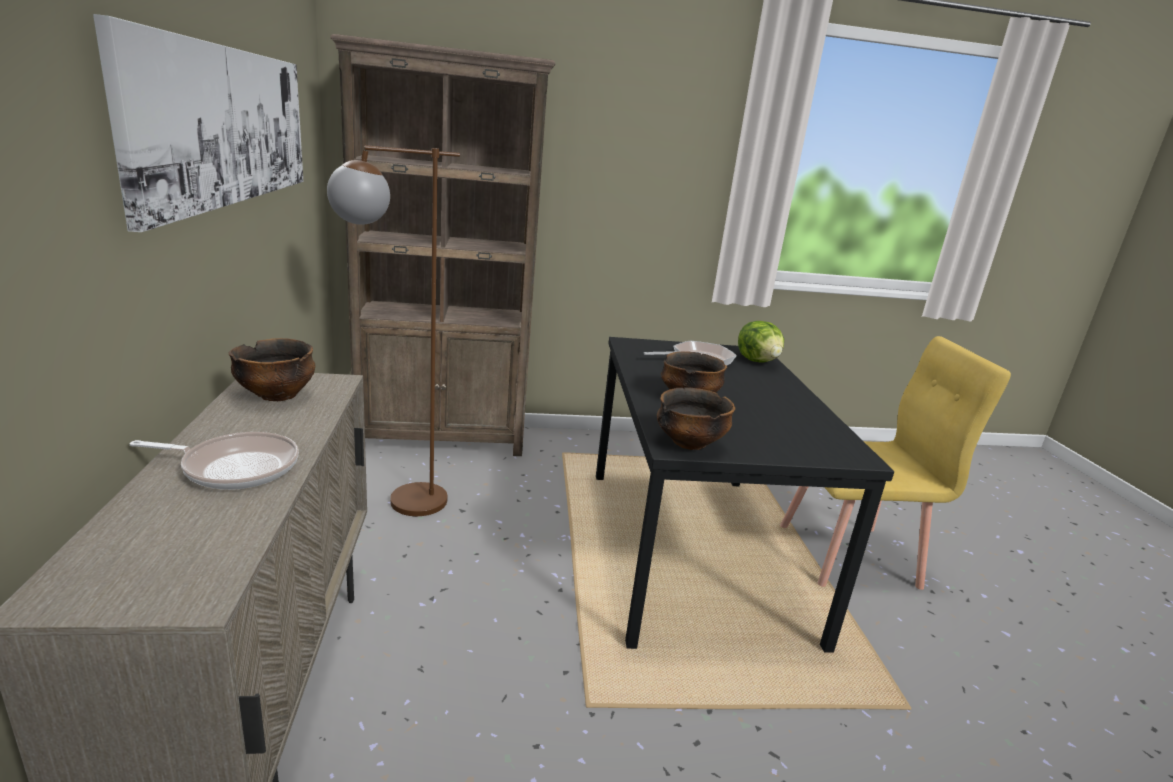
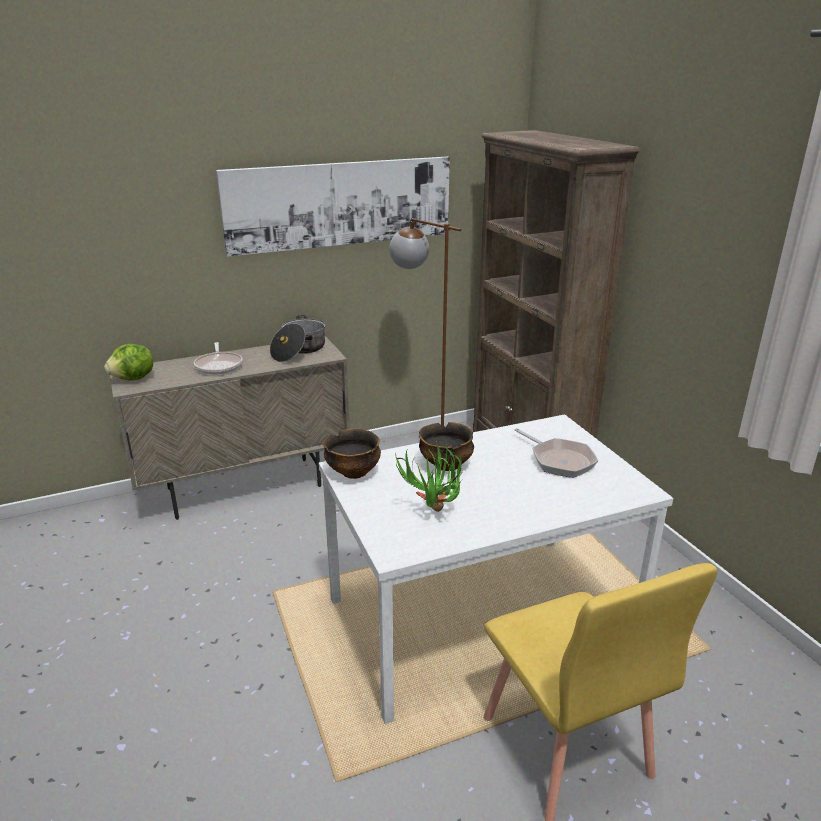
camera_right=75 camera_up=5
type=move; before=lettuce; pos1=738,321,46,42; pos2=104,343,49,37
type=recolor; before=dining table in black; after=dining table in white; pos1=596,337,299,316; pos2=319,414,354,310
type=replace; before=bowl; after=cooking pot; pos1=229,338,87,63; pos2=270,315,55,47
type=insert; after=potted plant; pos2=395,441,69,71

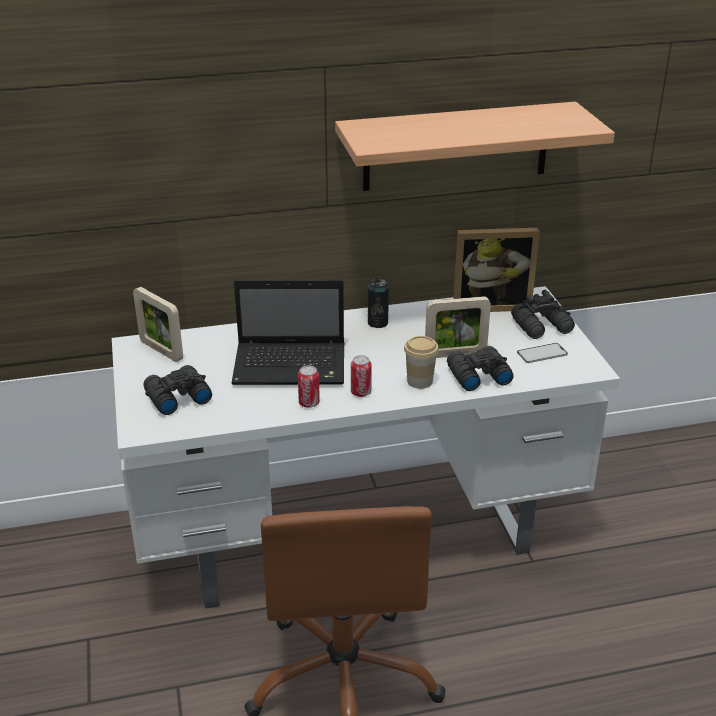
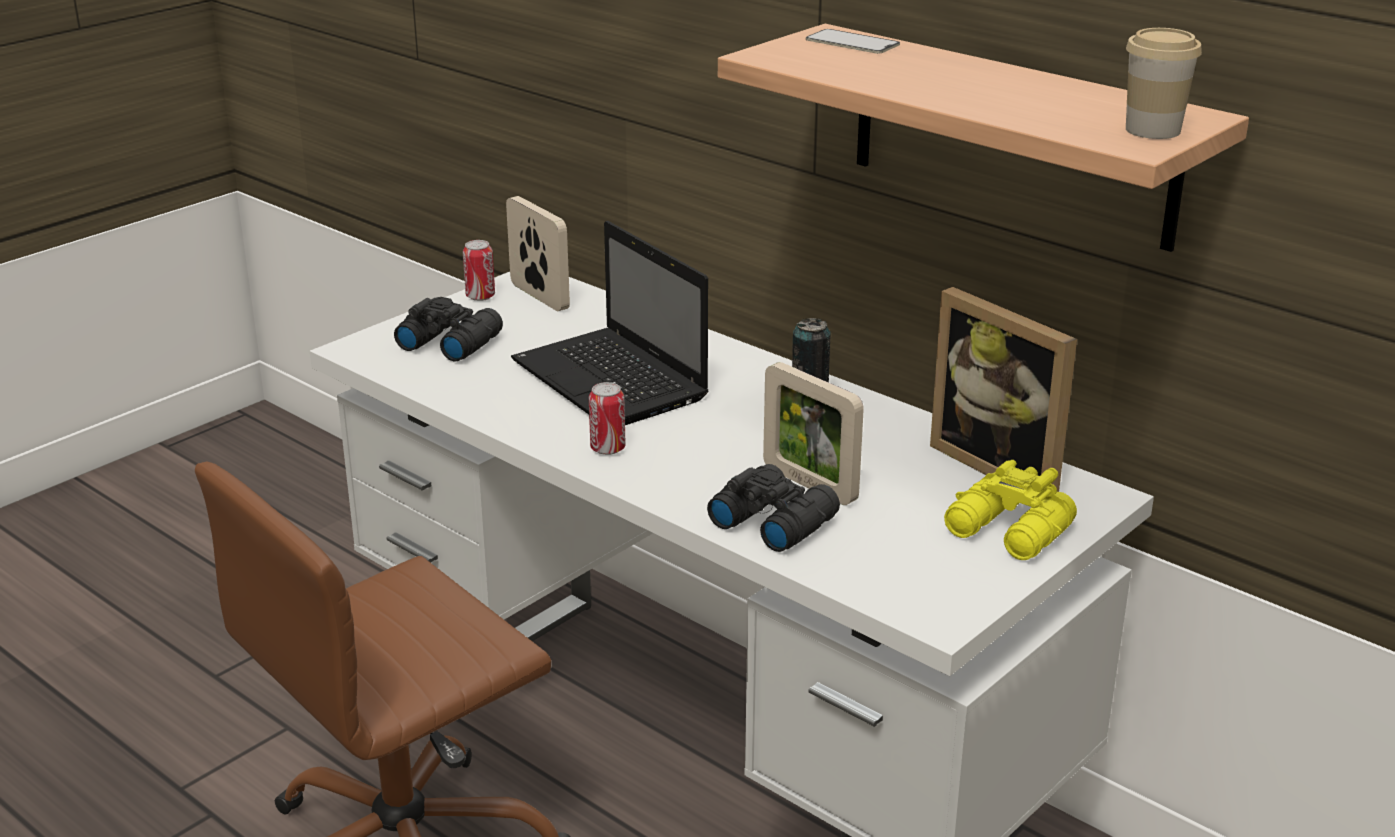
camera_right=55 camera_up=-5
type=rotate; before=picture frame; pos1=133,287,50,75; pos2=506,196,64,115; turn=135
type=recolor; before=binoculars in black; after=binoculars in yellow; pos1=511,290,64,49; pos2=944,460,133,100
type=move; before=cup; pos1=404,336,35,53; pos2=1126,28,76,111
type=move; before=phone; pos1=517,343,51,20; pos2=806,29,94,25
type=move; before=can; pos1=298,366,22,42; pos2=463,240,32,61

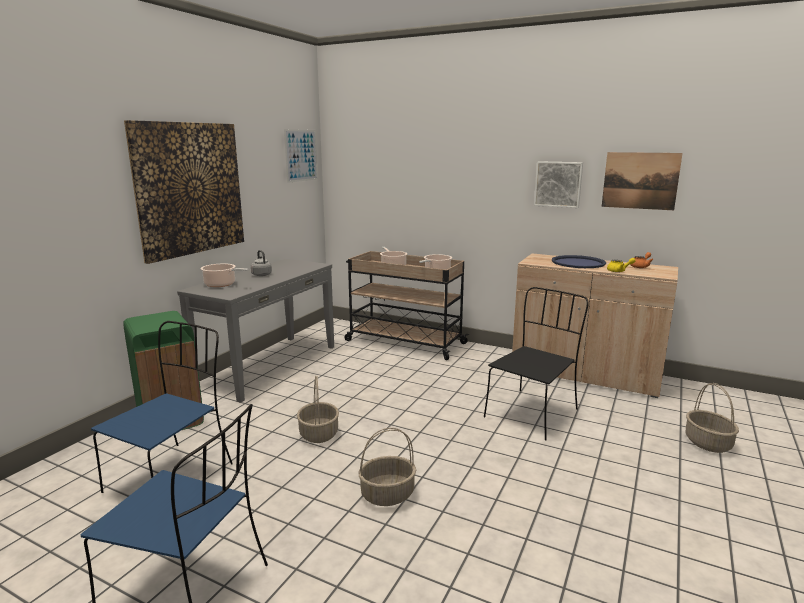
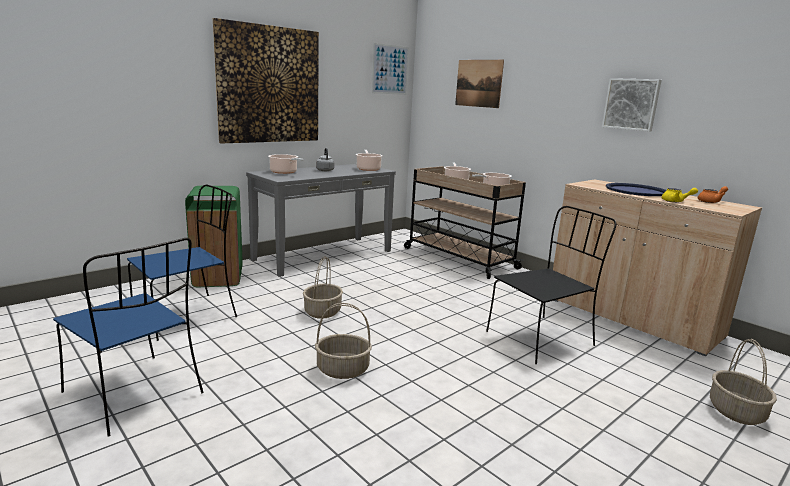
camera_right=20 camera_up=0
type=move; before=picture; pos1=602,152,81,58; pos2=455,60,49,48
type=insert; after=cooking pot; pos2=356,150,27,21

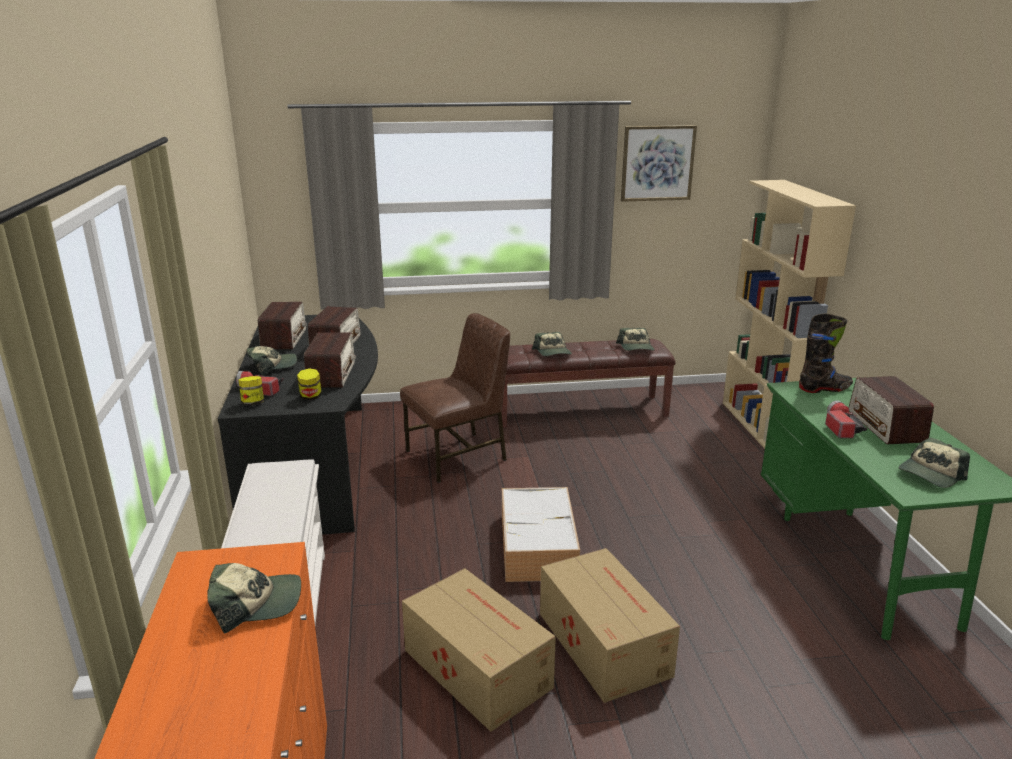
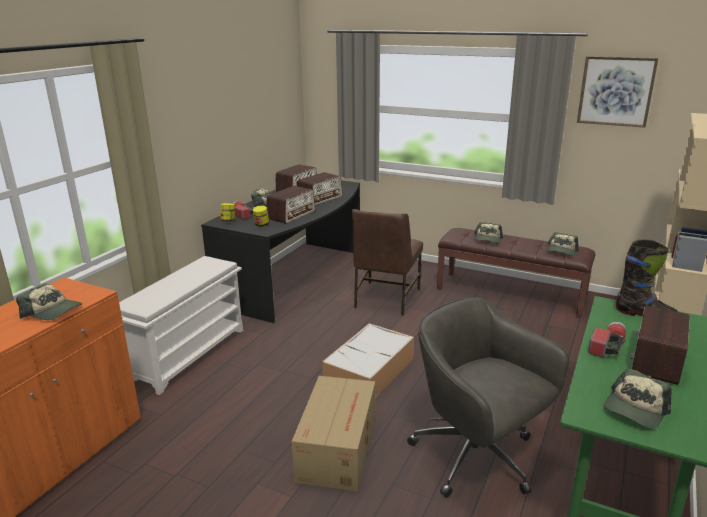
camera_right=35 camera_up=0
type=rotate; before=chair in brown; pos1=400,313,110,170; pos2=352,209,71,106; turn=105
type=rotate; before=cap; pos1=899,438,71,50; pos2=604,369,68,60; turn=-45
type=delete; before=cardboard box; pos1=402,568,154,164
type=insert; after=office chair in grey; pos2=407,297,162,201

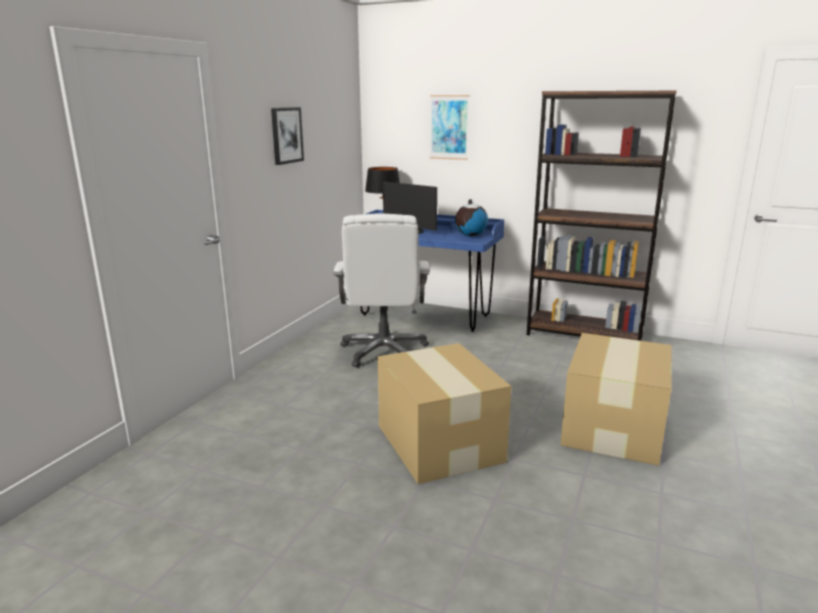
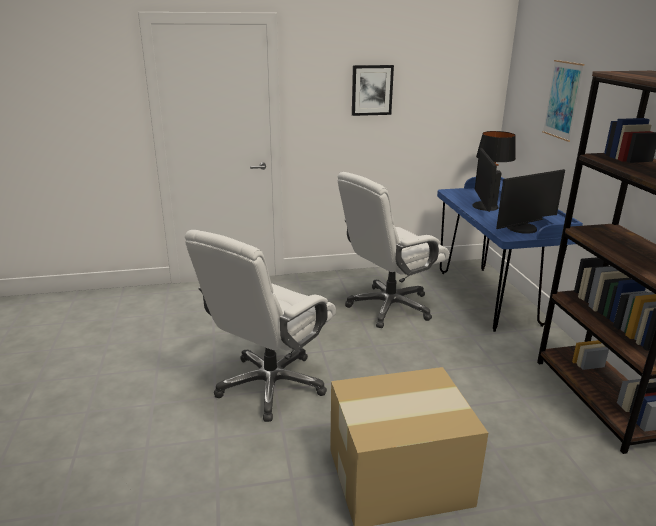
camera_right=55 camera_up=5
type=replace; before=globe; after=monitor; pos1=455,199,33,38; pos2=496,169,69,65
type=replace; before=cardboard box; after=office chair in white; pos1=378,343,133,141; pos2=185,230,151,192

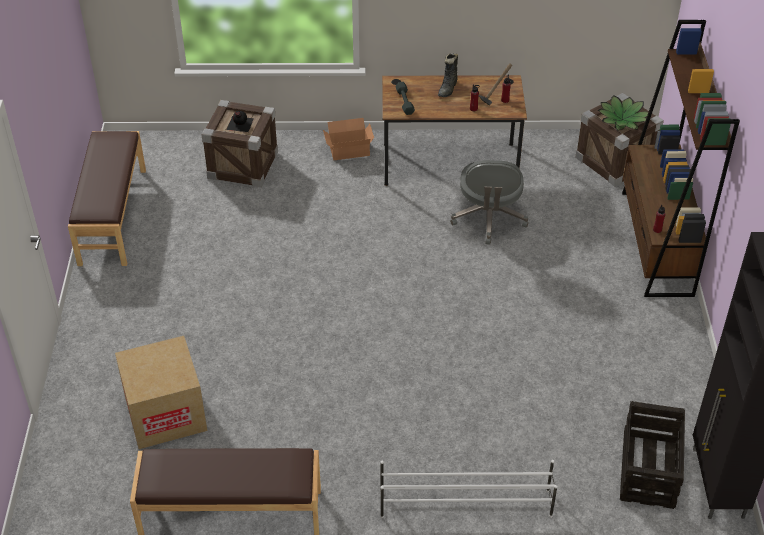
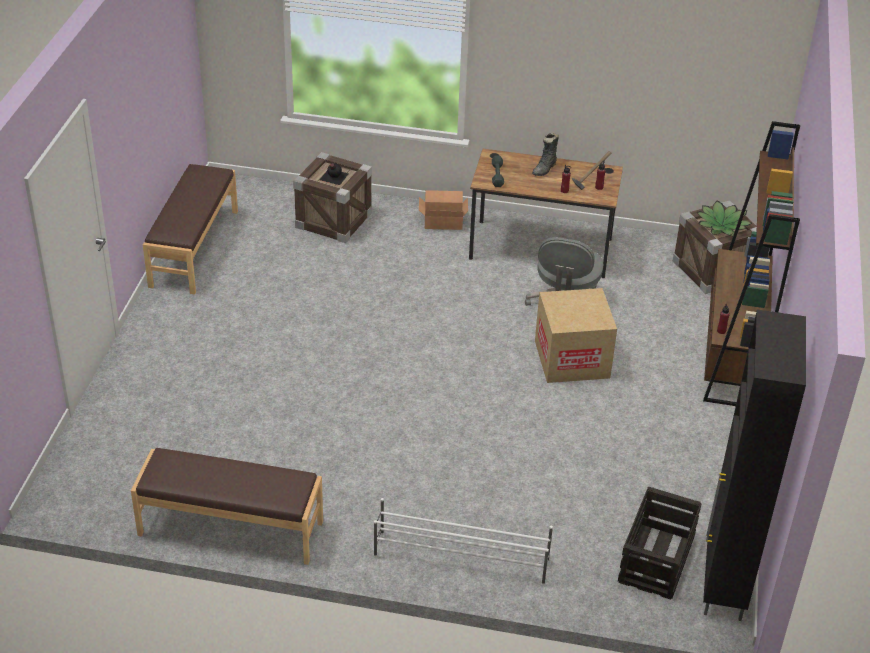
camera_right=10 camera_up=-5
type=move; before=cardboard box; pos1=115,336,92,113; pos2=535,288,82,95

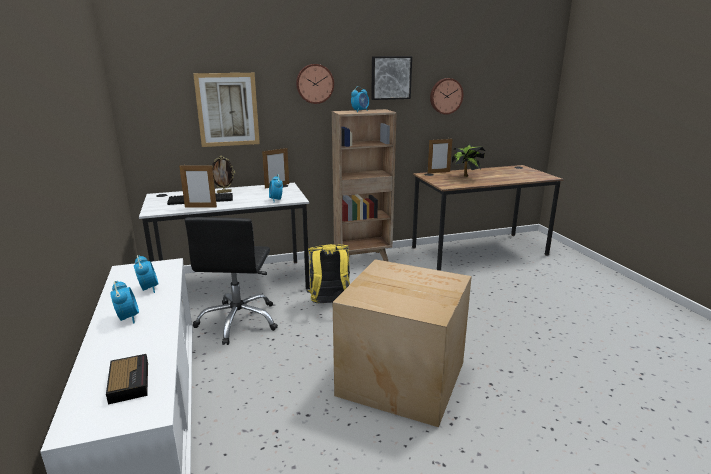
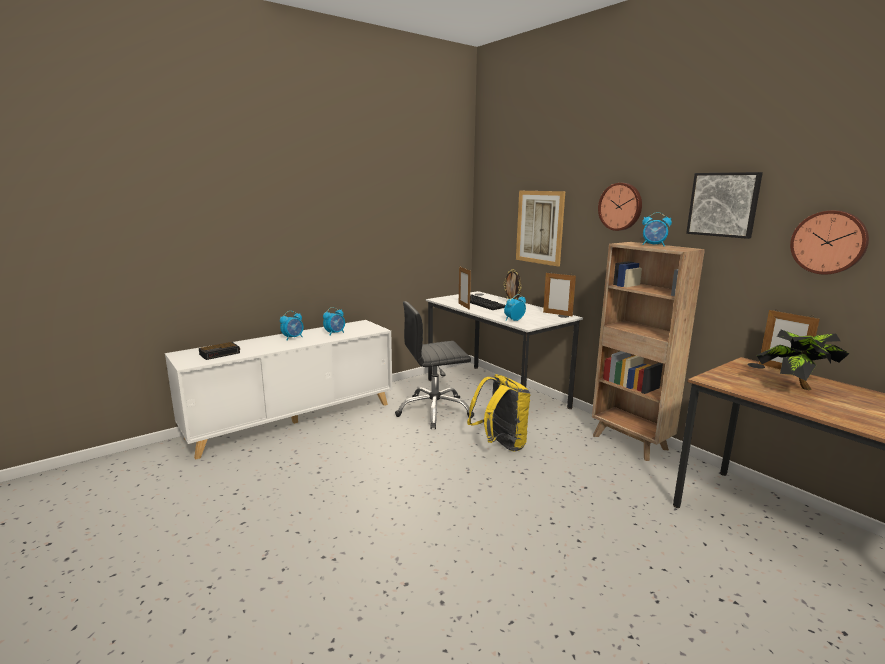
camera_right=70 camera_up=-5
type=delete; before=cardboard box; pos1=333,259,139,168

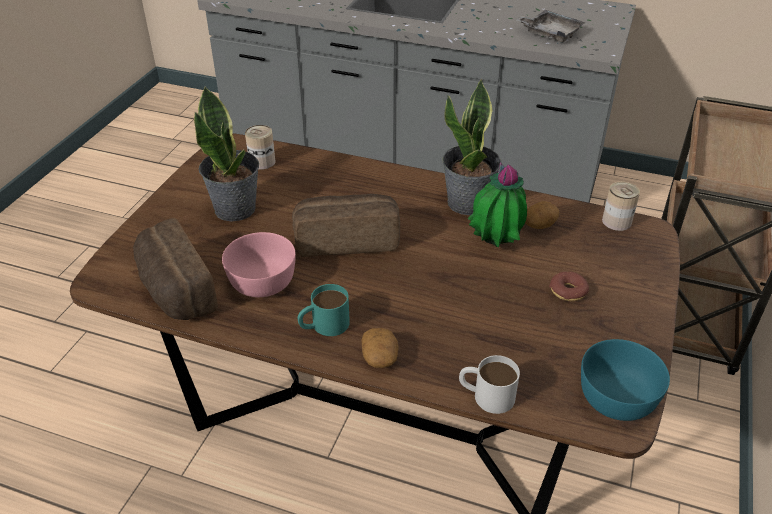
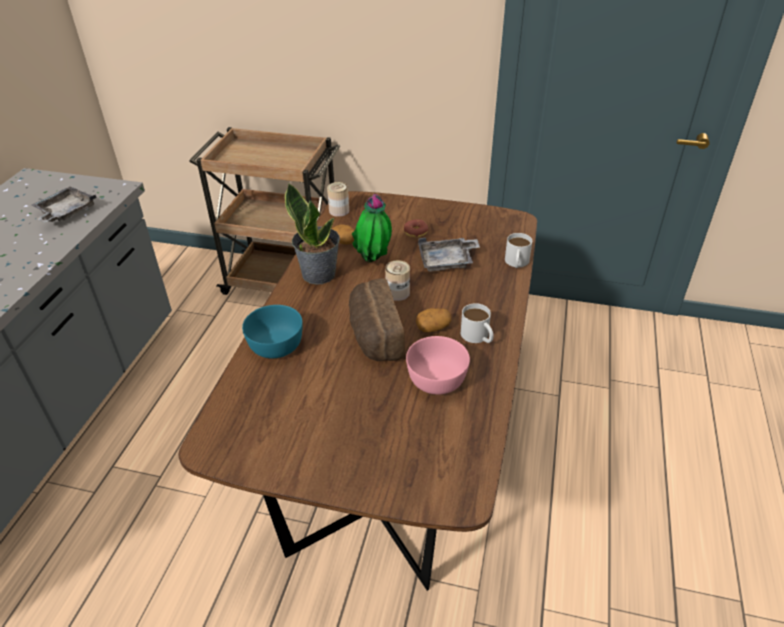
camera_right=-95 camera_up=0
type=delete; before=potted plant; pos1=194,86,65,136
type=move; before=can; pos1=245,125,30,45; pos2=385,260,25,41
type=delete; before=bread; pos1=133,218,85,102
type=recolor; before=mug in turquoise; after=mug in white; pos1=298,284,52,52; pos2=461,303,33,40
type=move; before=potato; pos1=362,328,37,40; pos2=416,308,35,25
type=move; before=bowl in turquoise; pos1=581,339,89,82; pos2=242,305,61,54
type=insert; after=tray in grey; pos2=418,238,62,33

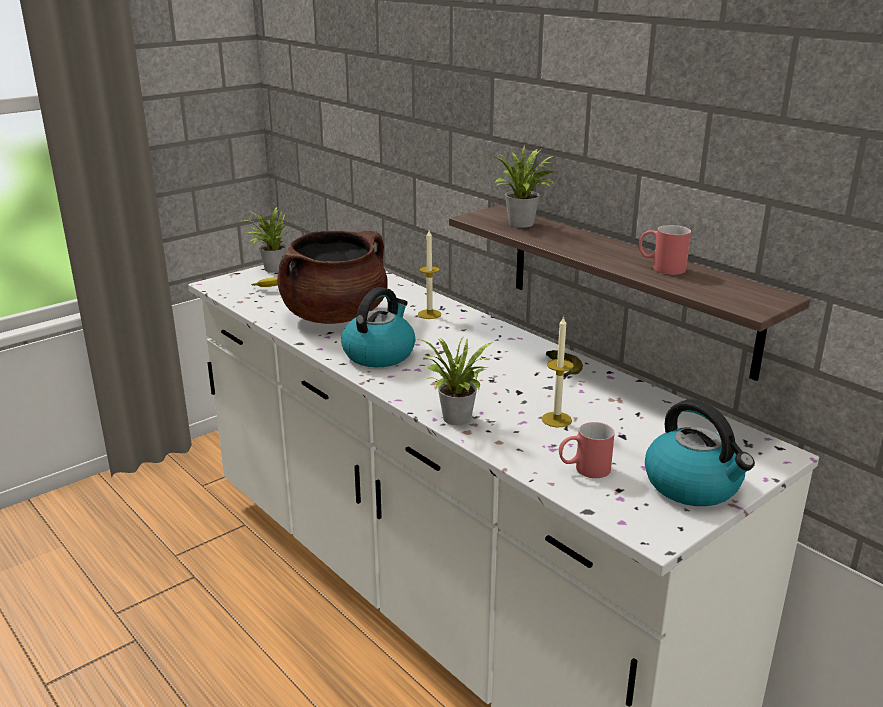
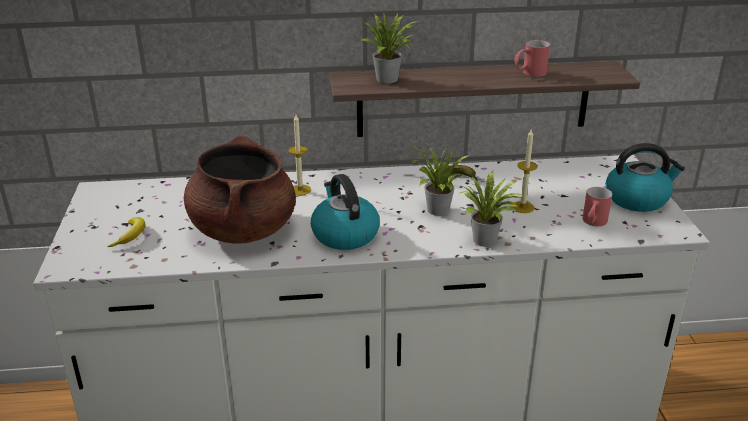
camera_right=-55 camera_up=5
type=move; before=potted plant; pos1=245,207,50,65; pos2=412,146,58,70

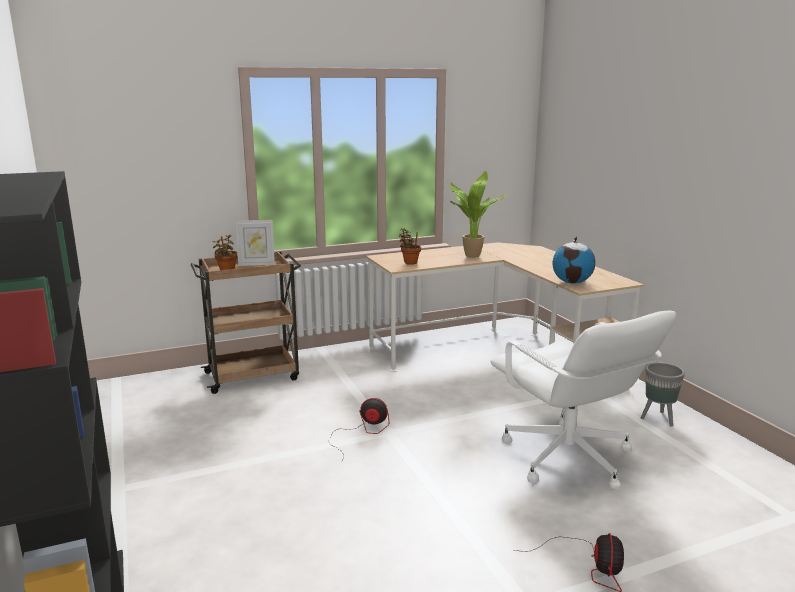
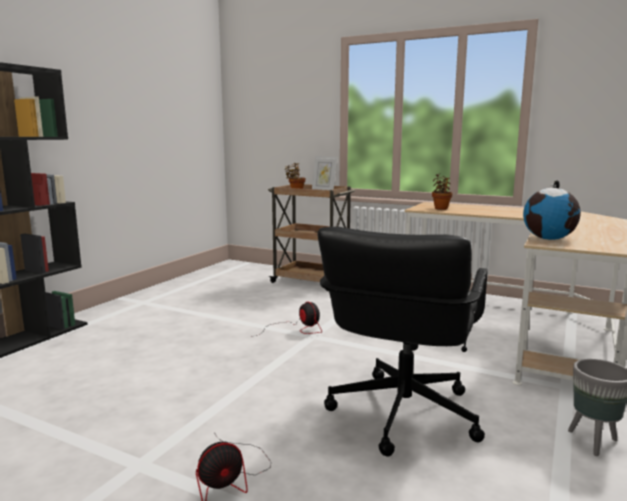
camera_right=50 camera_up=-5
type=delete; before=potted plant; pos1=447,171,61,87
type=recolor; before=office chair in white; after=office chair in black; pos1=490,311,186,179; pos2=318,227,170,230

